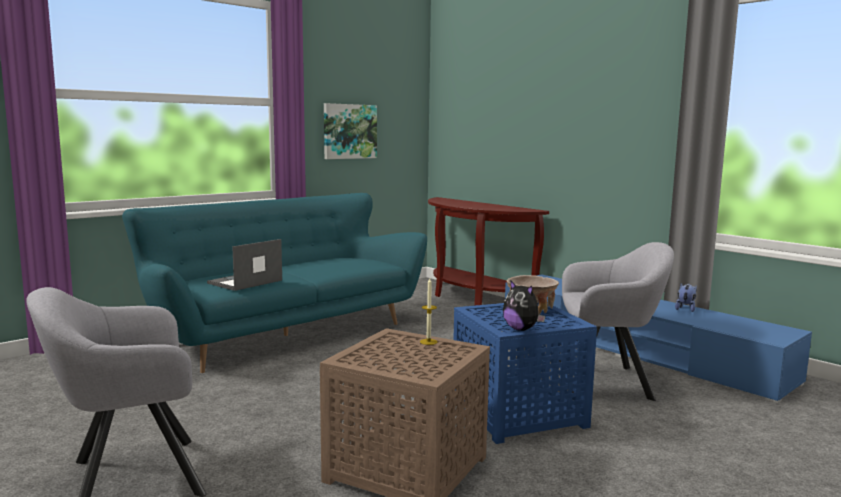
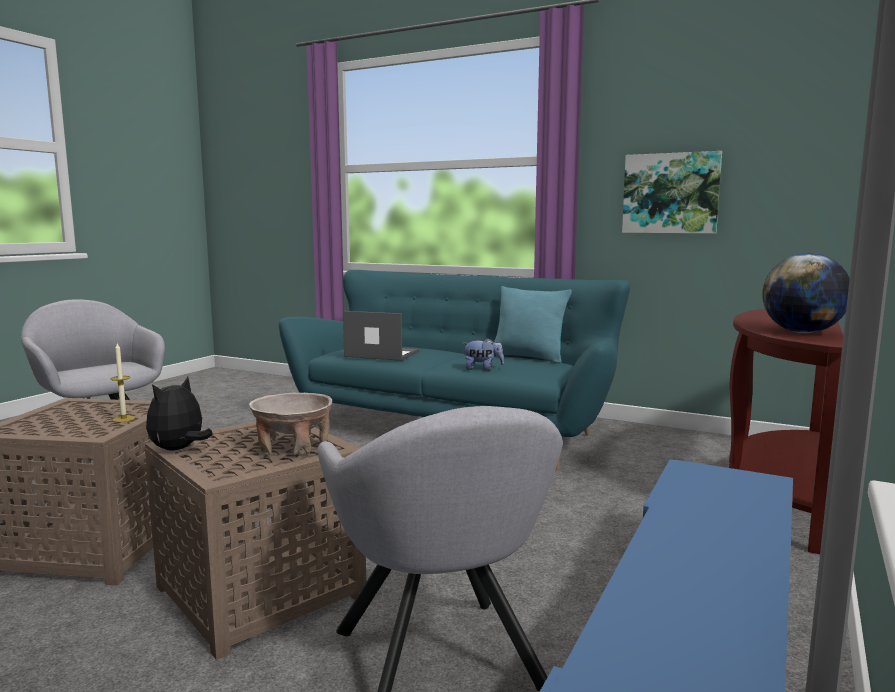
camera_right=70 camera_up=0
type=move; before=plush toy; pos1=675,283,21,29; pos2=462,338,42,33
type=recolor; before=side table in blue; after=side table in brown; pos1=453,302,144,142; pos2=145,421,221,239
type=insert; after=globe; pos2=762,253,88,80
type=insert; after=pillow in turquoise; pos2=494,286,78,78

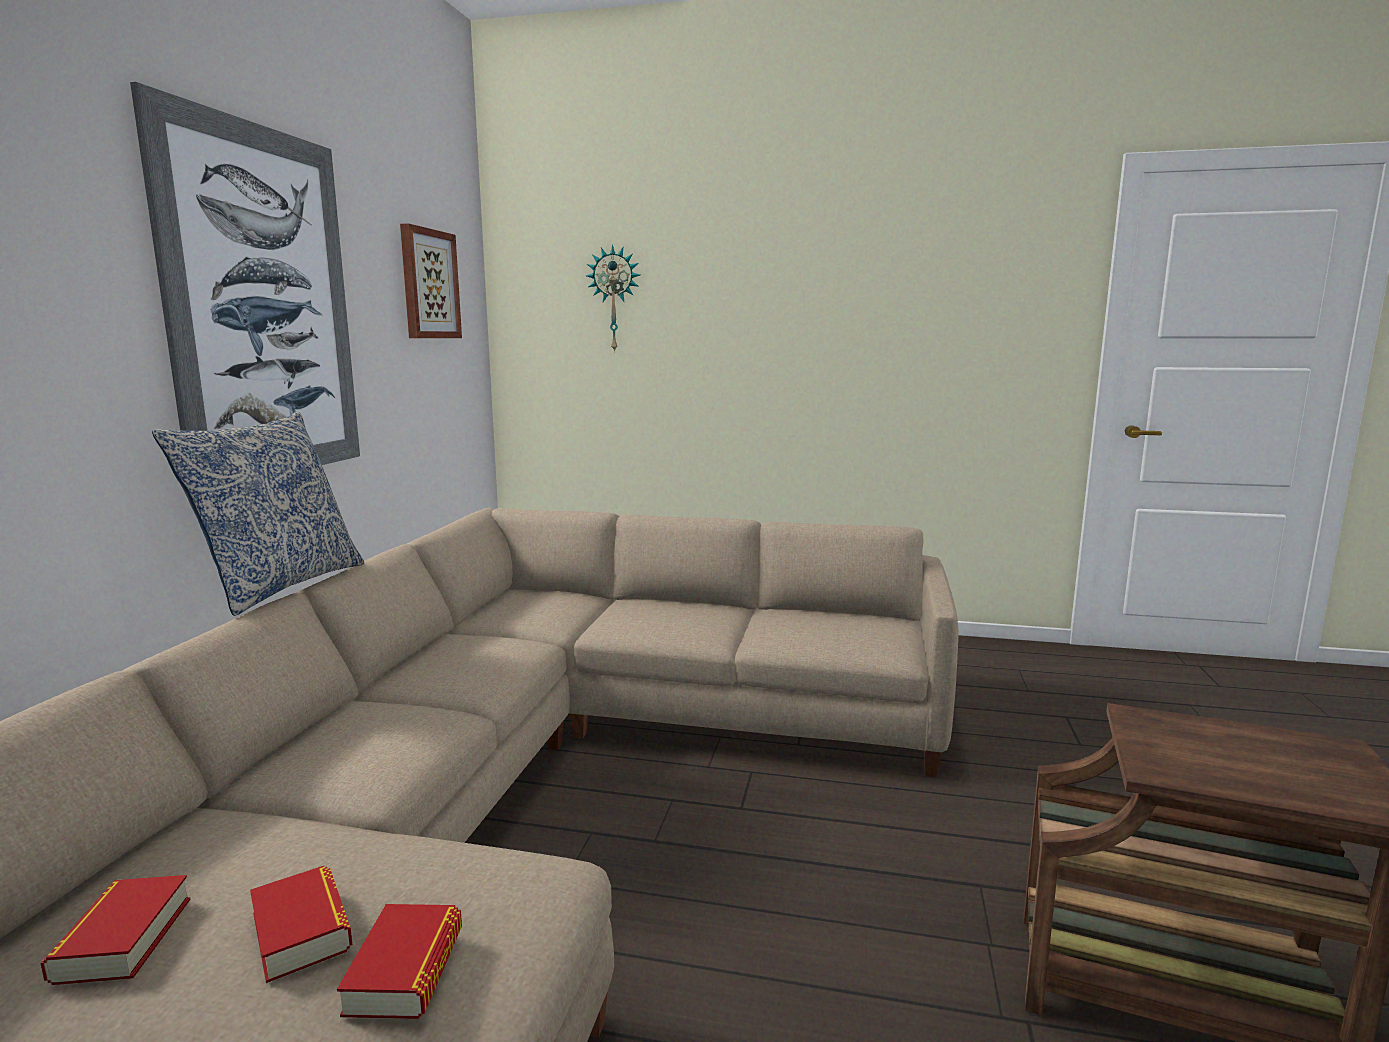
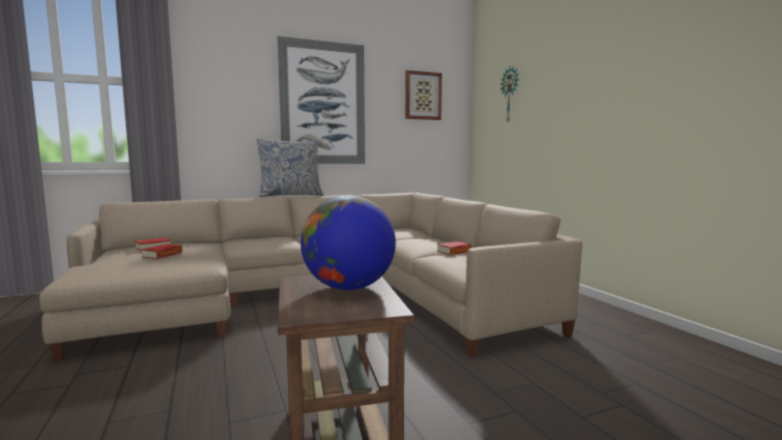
camera_right=55 camera_up=-5
type=move; before=book; pos1=337,904,125,115; pos2=437,241,35,14
type=insert; after=globe; pos2=301,195,95,95

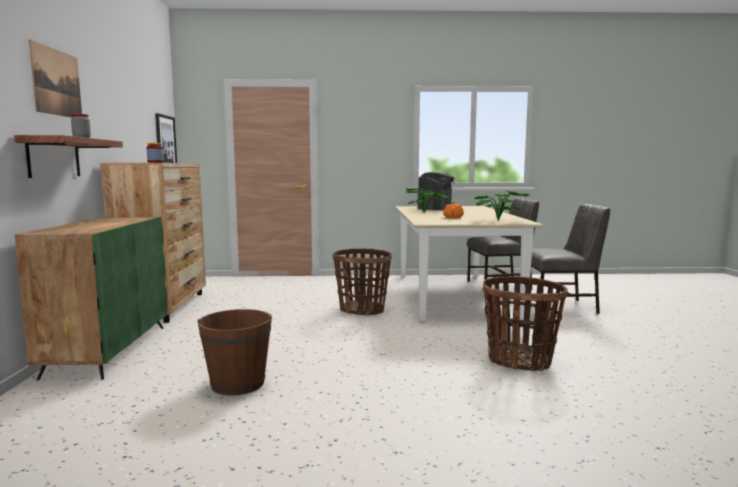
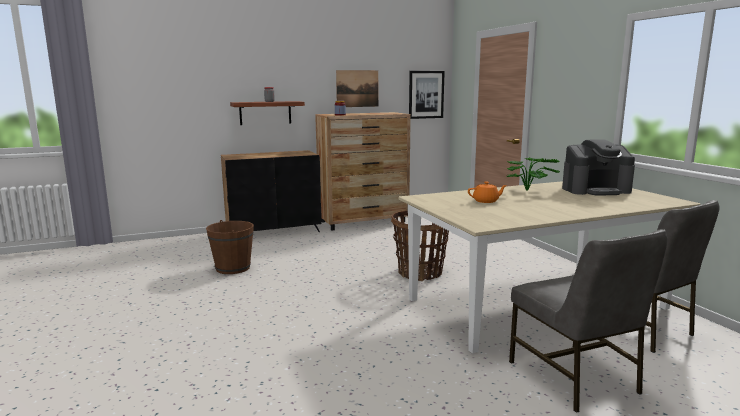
camera_right=70 camera_up=5
type=move; before=picture; pos1=29,40,53,78; pos2=336,70,42,37
type=delete; before=potted plant; pos1=474,190,55,31
type=recolor; before=cabinet in green; after=cabinet in black; pos1=15,217,153,164; pos2=221,150,100,82
type=delete; before=basket; pos1=483,276,85,95

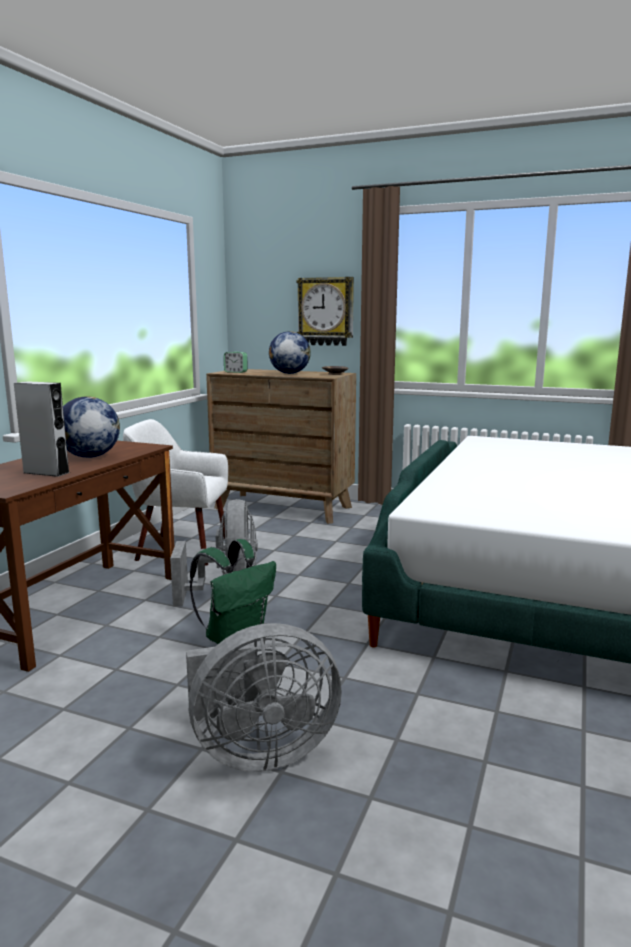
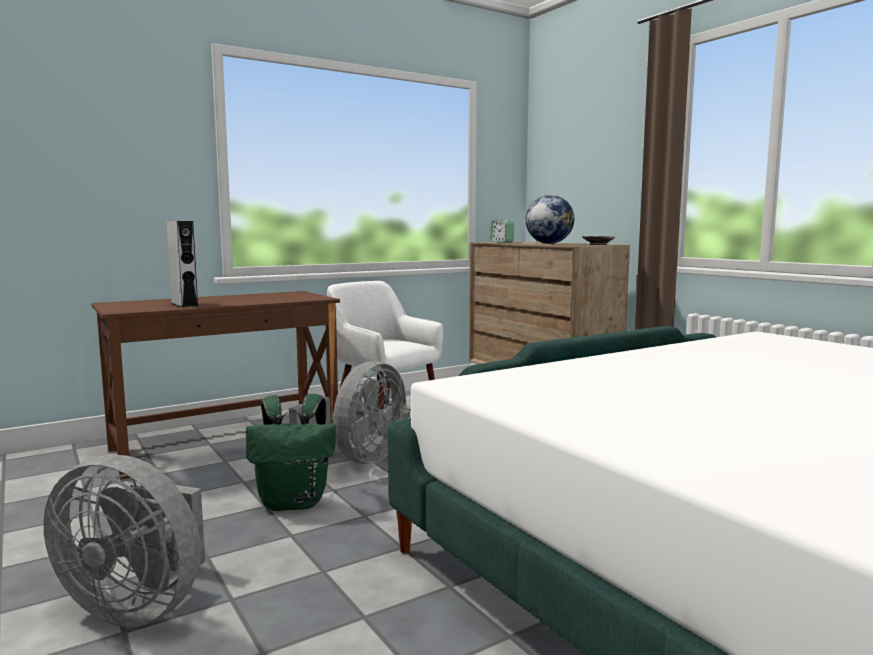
camera_right=35 camera_up=-5
type=delete; before=wall clock; pos1=297,277,57,69
type=delete; before=globe; pos1=63,396,57,62

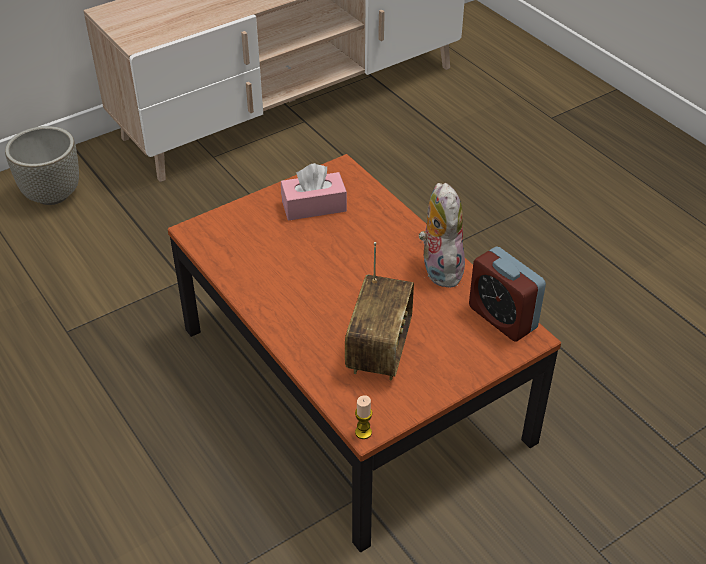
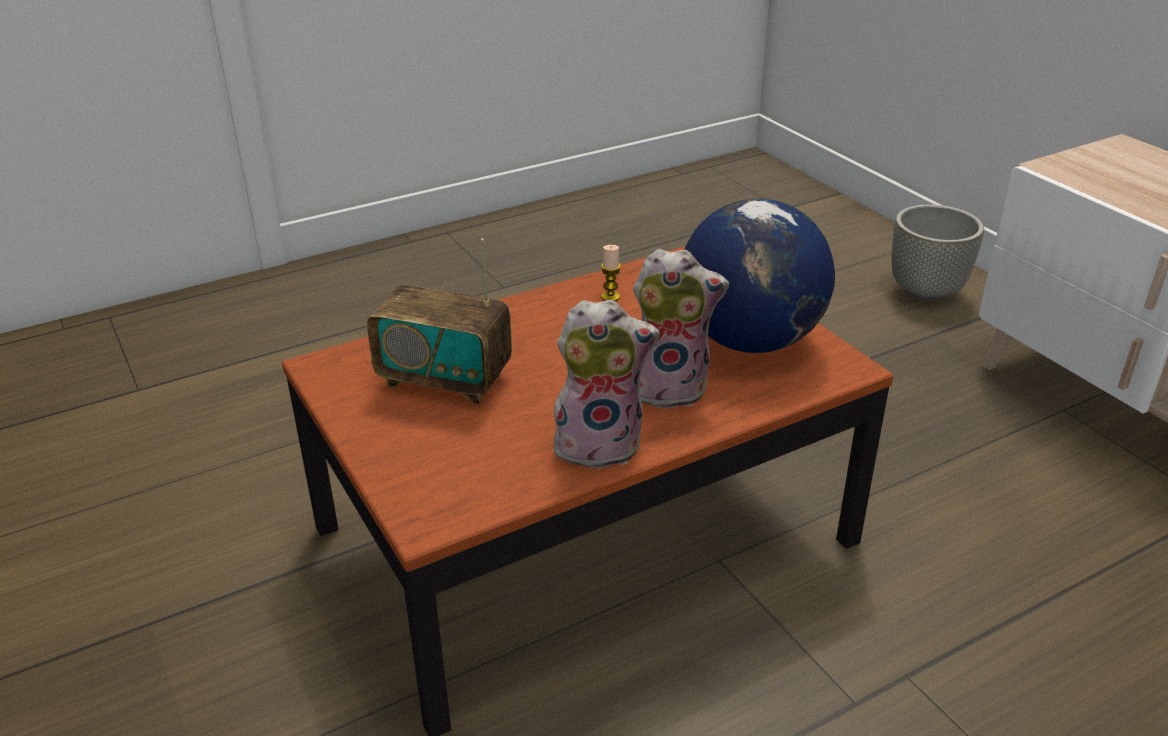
camera_right=95 camera_up=-10
type=replace; before=tissue box in pink; after=globe; pos1=281,163,66,58; pos2=684,198,151,155
type=delete; before=alarm clock; pos1=469,247,77,95
type=move; before=candle; pos1=355,395,18,44; pos2=601,245,20,56
type=insert; after=plush toy; pos2=633,249,96,160

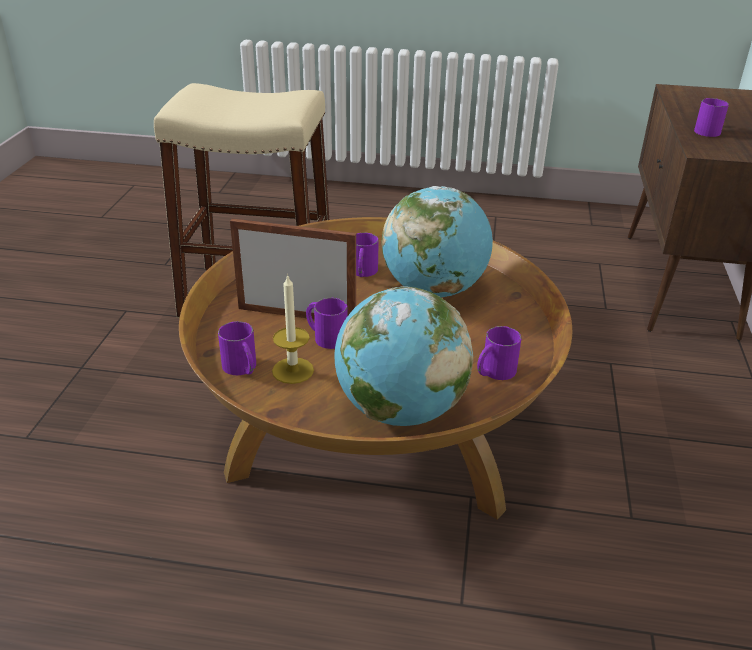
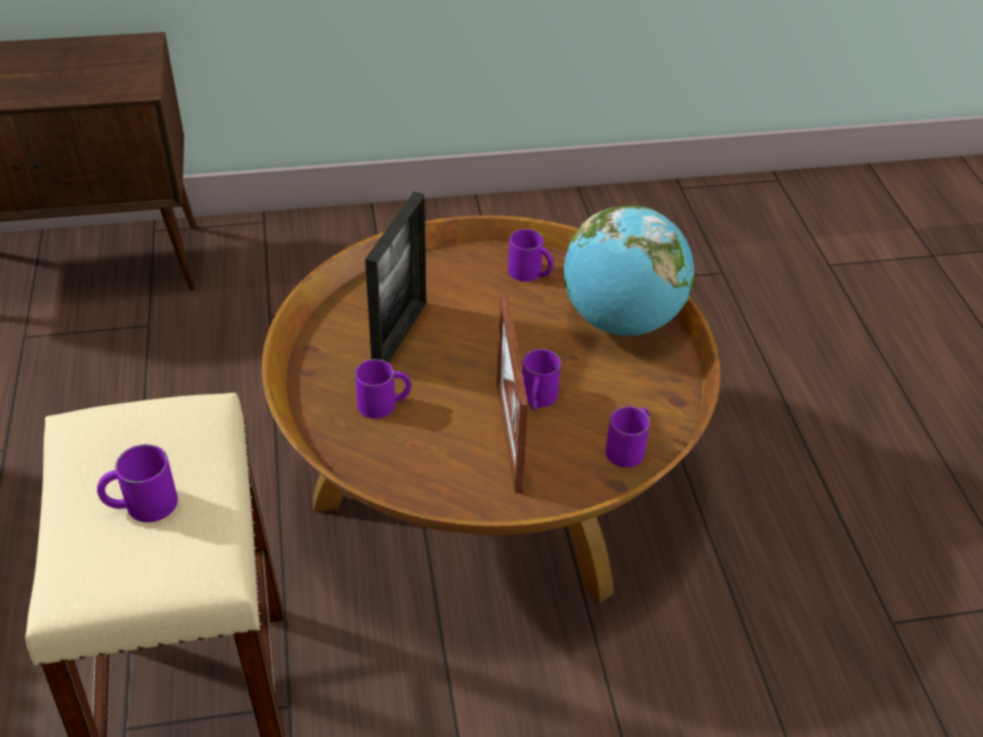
camera_right=-110 camera_up=10
type=move; before=mug in purple; pos1=694,98,35,39; pos2=97,444,81,78
type=replace; before=globe; after=picture frame; pos1=382,186,111,111; pos2=365,192,61,171
type=delete; before=candle; pos1=272,274,42,110

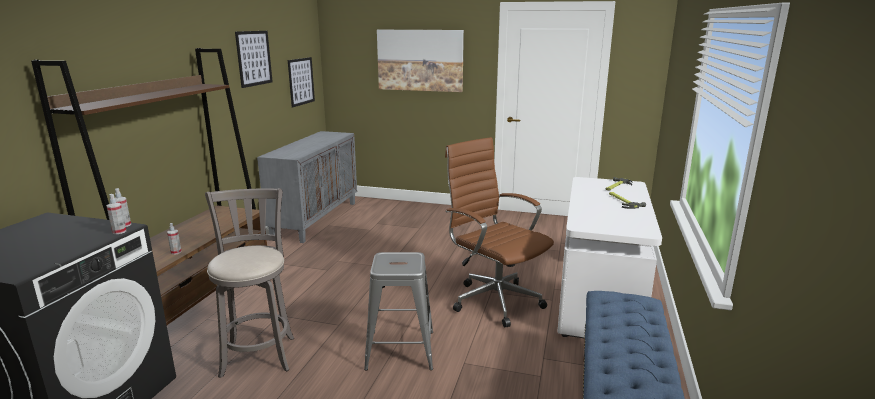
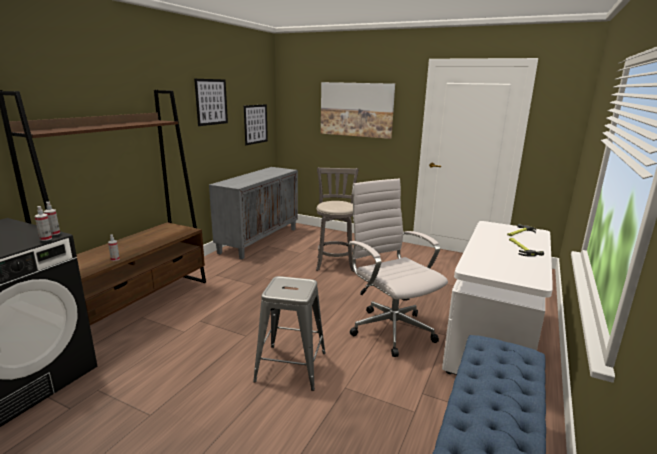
camera_right=10 camera_up=0
type=recolor; before=office chair in brown; after=office chair in white; pos1=445,137,109,190; pos2=348,179,100,178
type=move; before=stool in grey; pos1=205,188,89,190; pos2=316,167,43,105

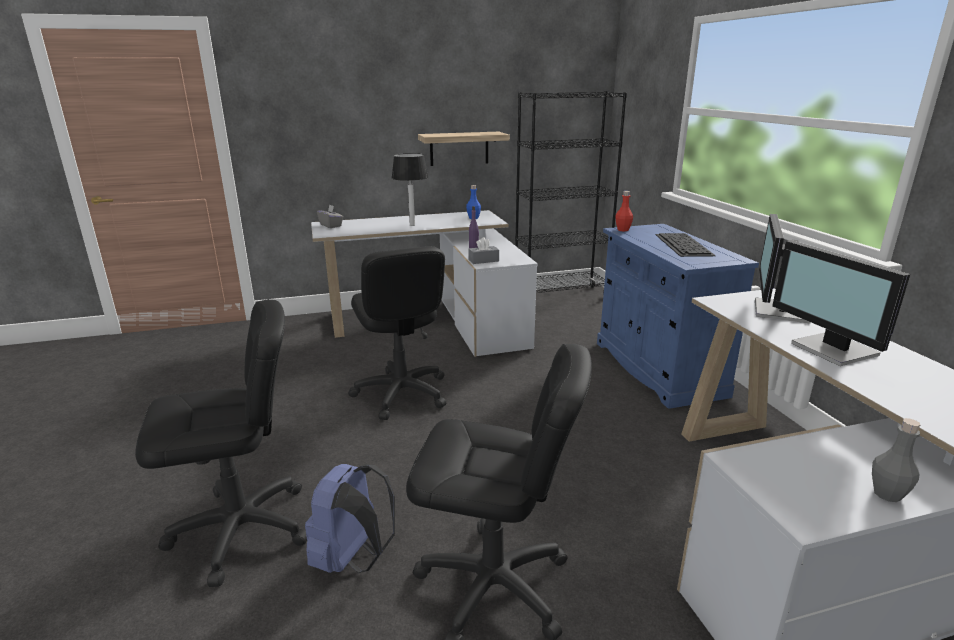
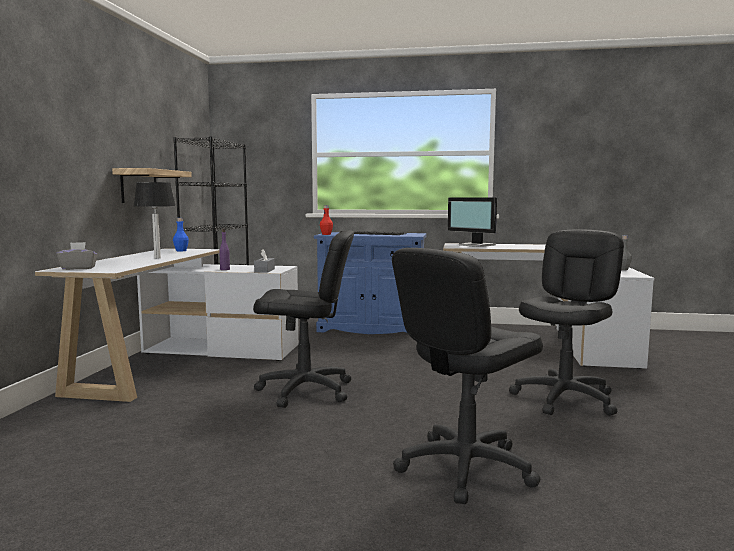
camera_right=-65 camera_up=-15
type=delete; before=monitor; pos1=772,240,138,126
type=rotate; before=office chair in black; pos1=135,299,172,288; pos2=392,248,151,256; turn=-135
type=delete; before=backpack in blue; pos1=305,464,90,109

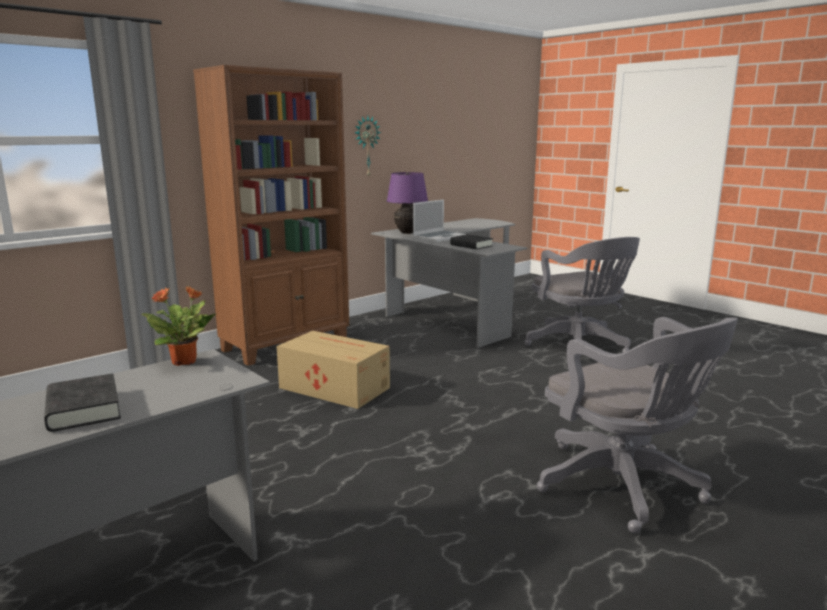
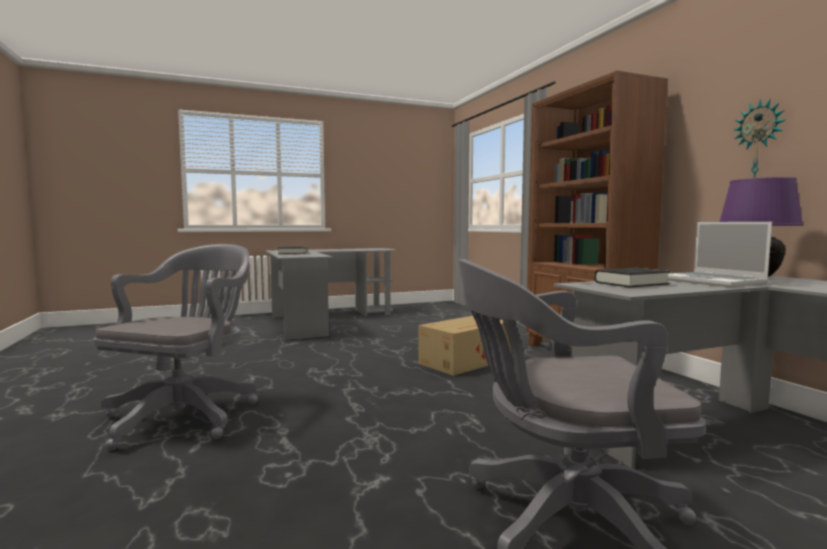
camera_right=110 camera_up=-10
type=delete; before=potted plant; pos1=141,286,76,80
type=rotate; before=office chair in grey; pos1=537,317,201,216; pos2=93,244,165,206; turn=120

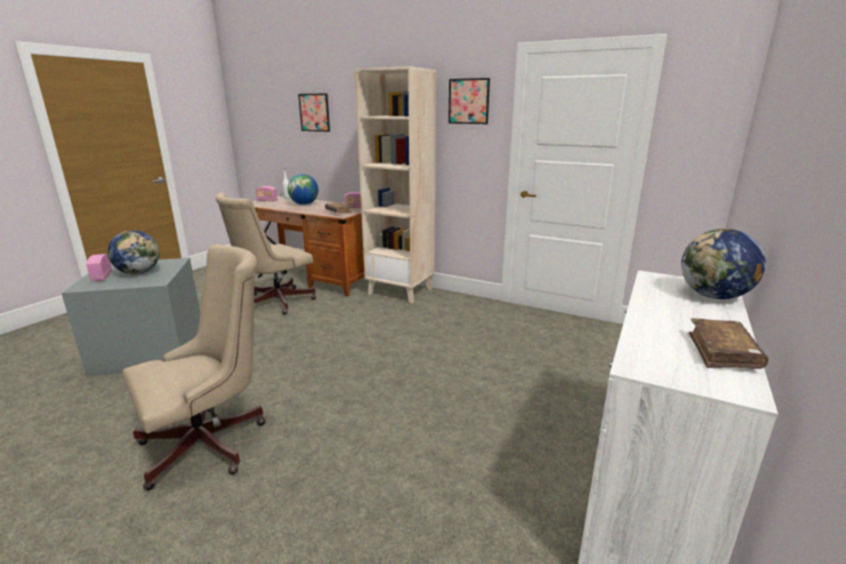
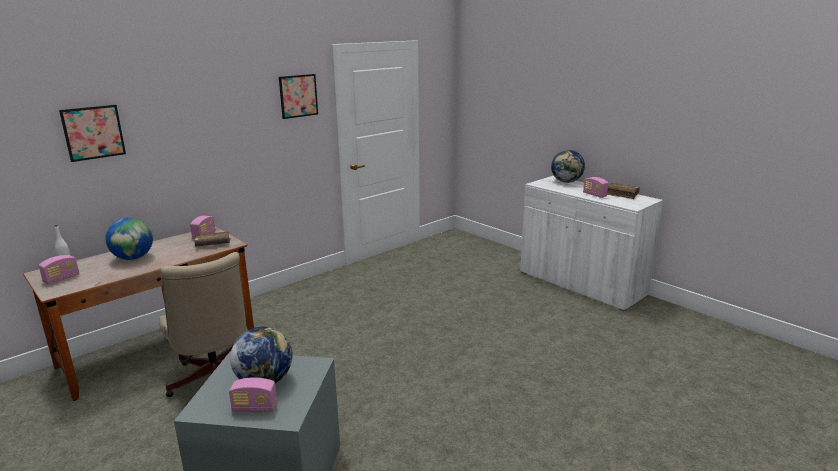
camera_right=-70 camera_up=0
type=delete; before=bookcase in beige; pos1=355,66,81,238
type=delete; before=office chair in beige; pos1=123,244,143,246
type=insert; after=radio; pos2=583,177,25,21

